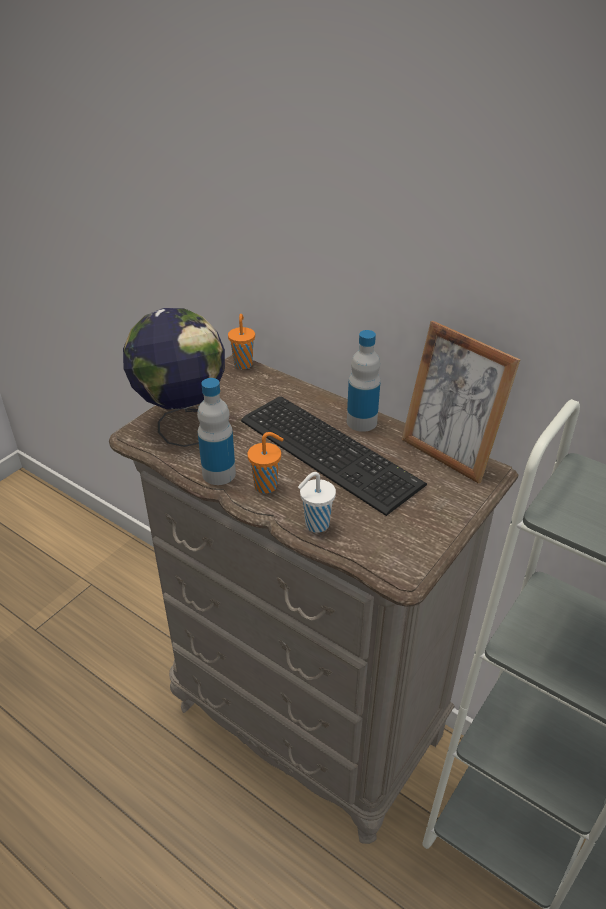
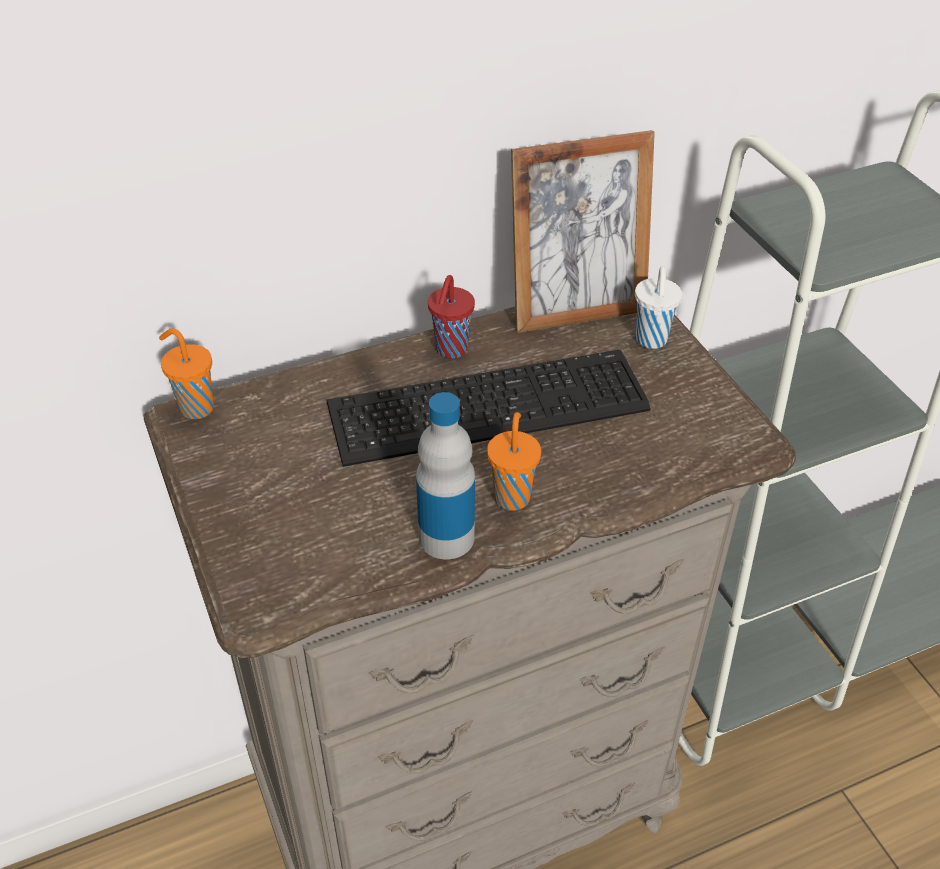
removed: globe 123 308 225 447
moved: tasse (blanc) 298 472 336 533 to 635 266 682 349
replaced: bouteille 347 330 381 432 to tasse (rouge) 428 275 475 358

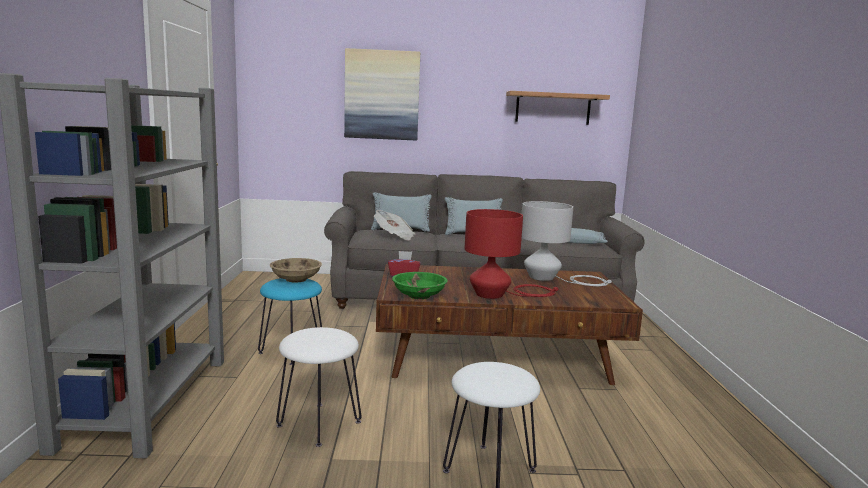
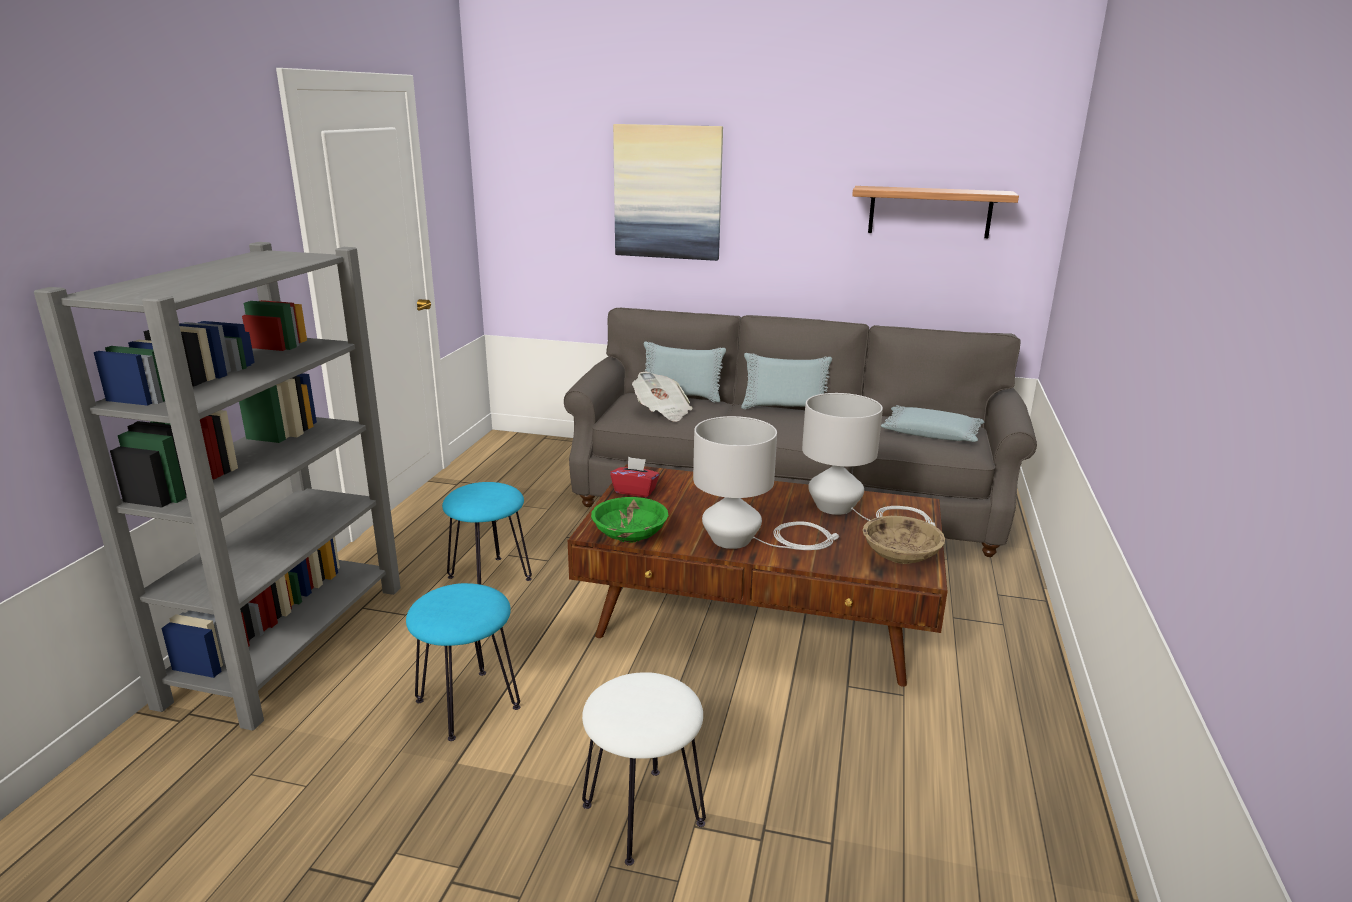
moved: bol (beige) 270 258 322 282 to 863 516 945 564
recoloured: lampe de table (rouge) 465 209 558 299 to lampe de table (blanc) 693 416 839 550; tabouret (blanc) 276 327 362 447 to tabouret (turquoise) 406 583 520 741

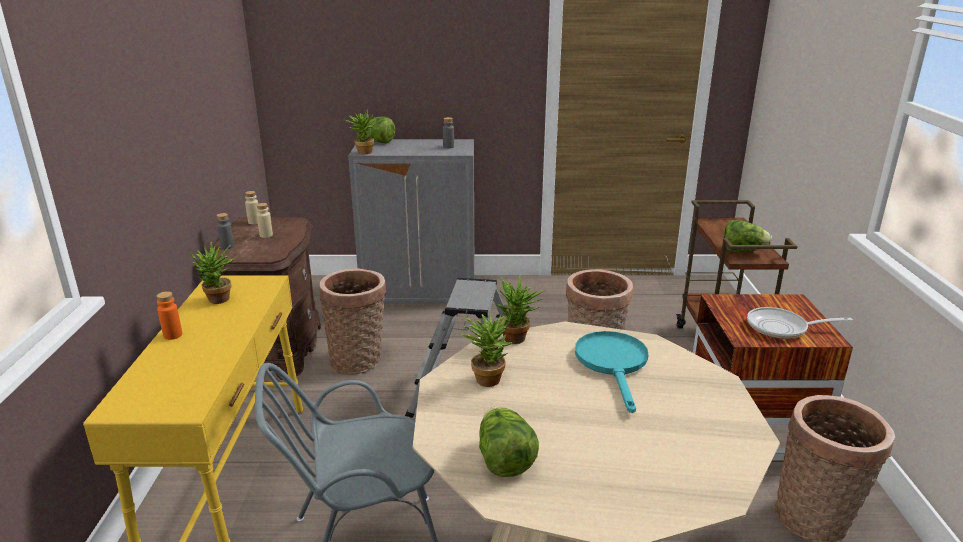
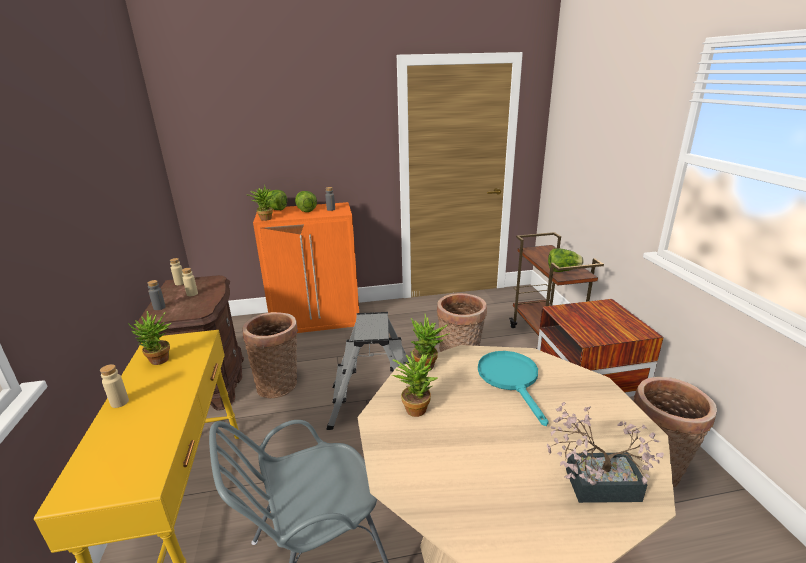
removed: poêle 747 307 853 339
added: plante en pot 547 402 664 503
moved: laitue 479 407 539 477 to 295 191 317 212
recoloured: meuble de rangement (gris) 348 139 475 304 to meuble de rangement (orange) 253 202 359 333; bouteille (orange) 156 291 182 340 to bouteille (beige) 100 364 129 408

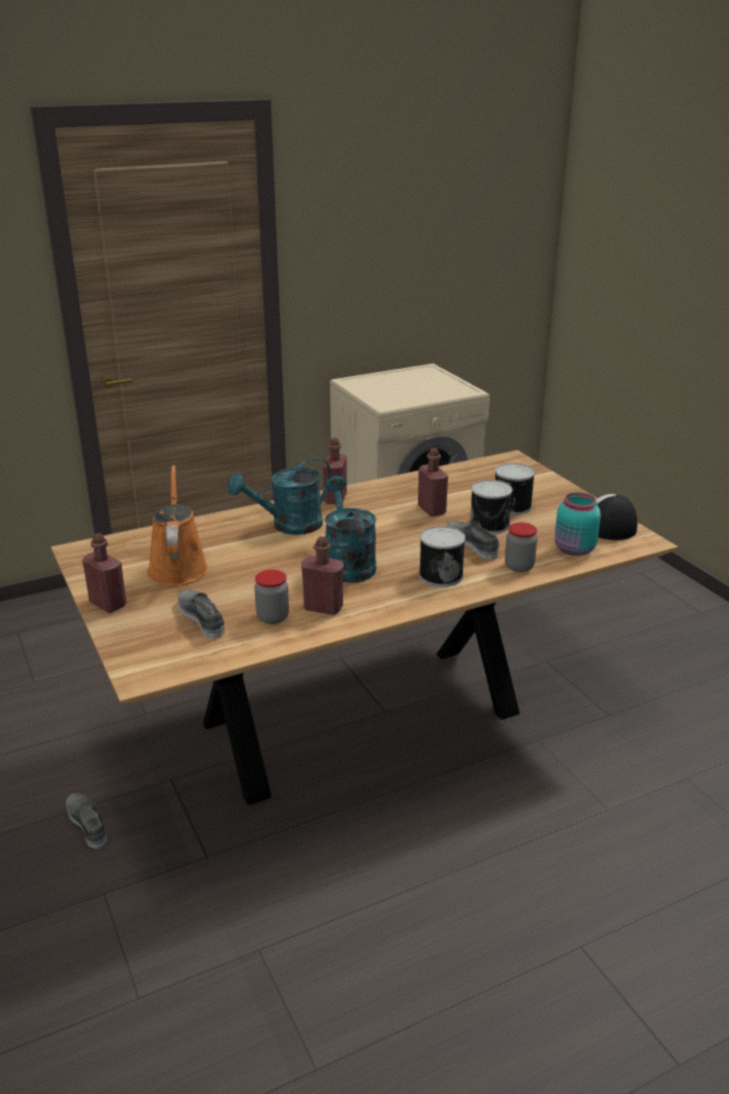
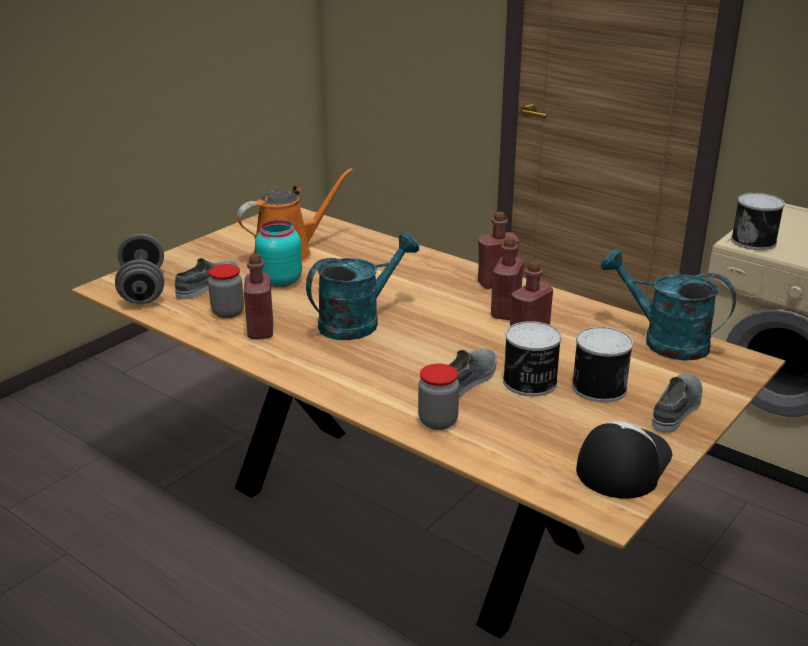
added: haltère (gris) 115 233 164 304
moved: arrosoir (turquoise) 228 457 331 535 to 600 248 736 361; bocal (turquoise) 555 492 601 556 to 255 220 302 288; boîte métallique 419 526 465 587 to 731 193 785 250; bouteille (rouge) 82 533 127 613 to 491 237 524 320; chaussure (gris) 66 793 107 849 to 652 373 703 433

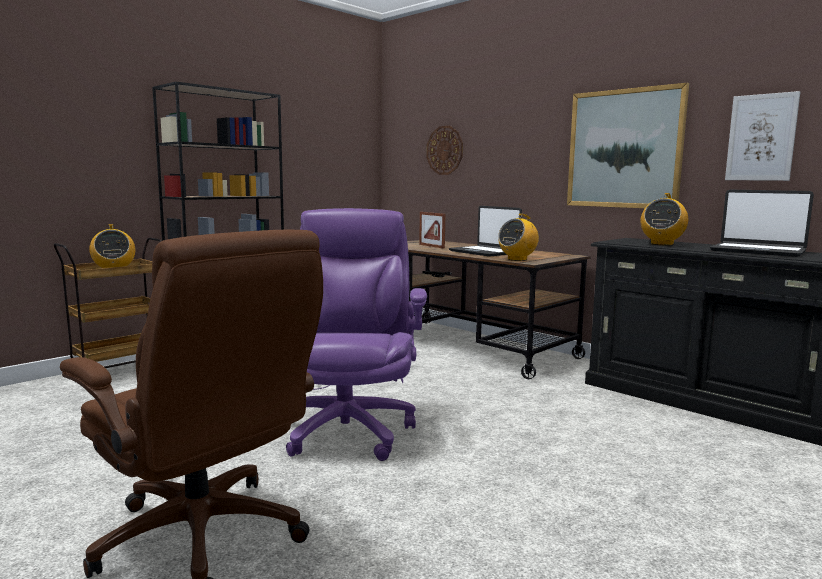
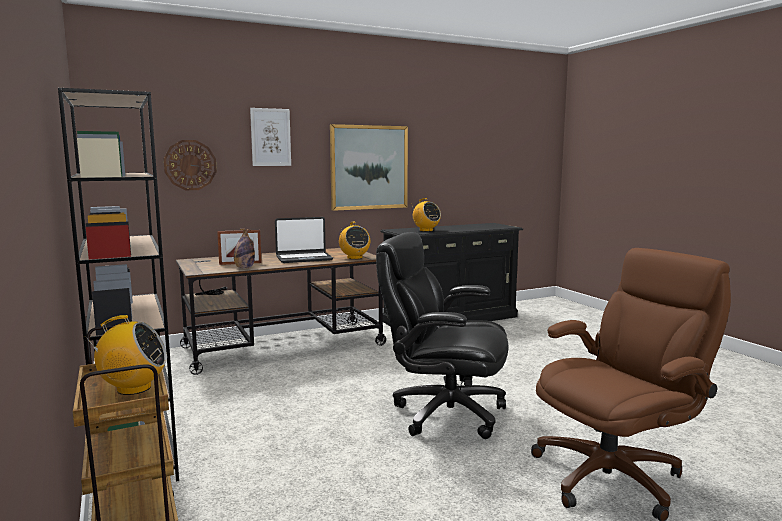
removed: ordinateur portable 710 190 814 257
added: bouteille 234 229 255 268
moved: tableau 725 91 801 181 to 250 108 291 166
recoloured: chaise de bureau (violet) 286 208 427 461 to chaise de bureau (noir) 376 232 509 439

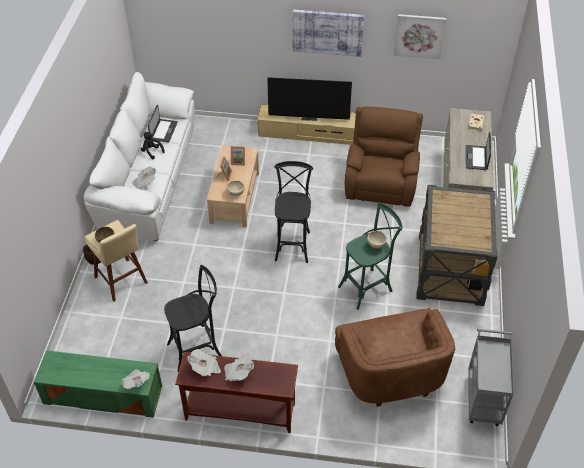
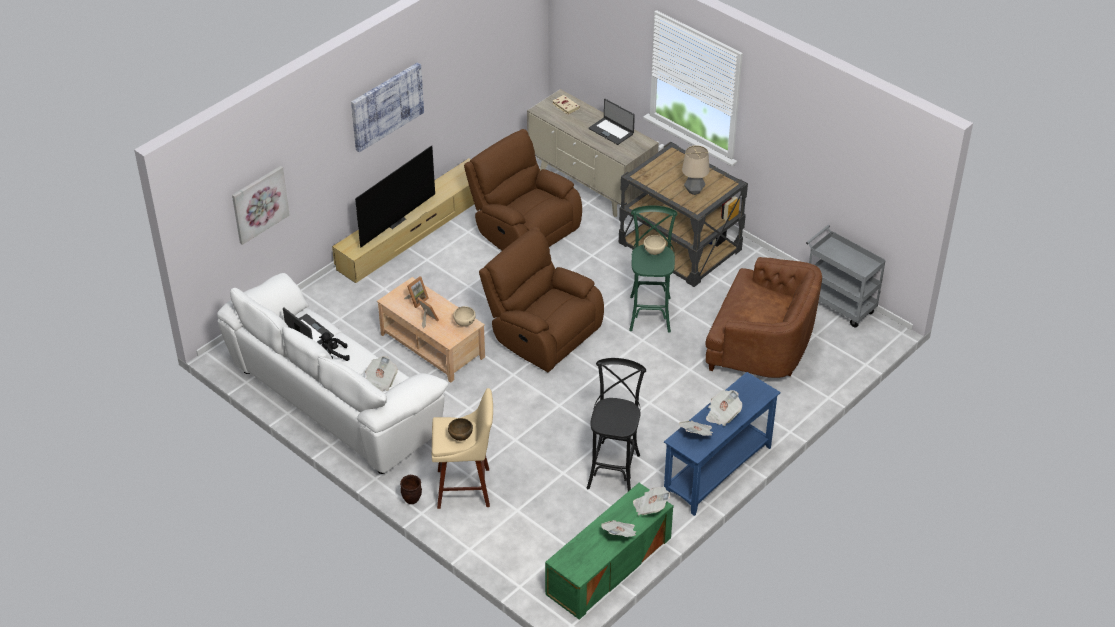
added: lampe de table 682 145 710 195; journal 601 520 636 537
moved: tableau 394 14 446 59 to 232 166 290 245
replaced: tabouret (noir) 274 161 313 263 to fauteuil (marron) 479 227 604 373
recoloured: table console (marron) 175 352 298 433 to table console (bleu) 664 372 781 516

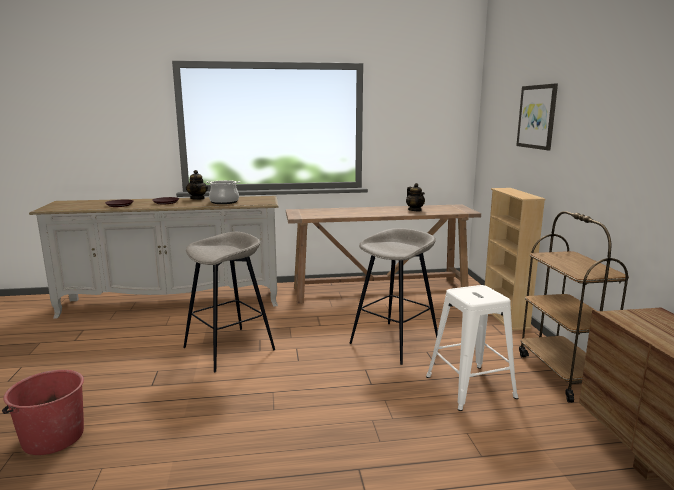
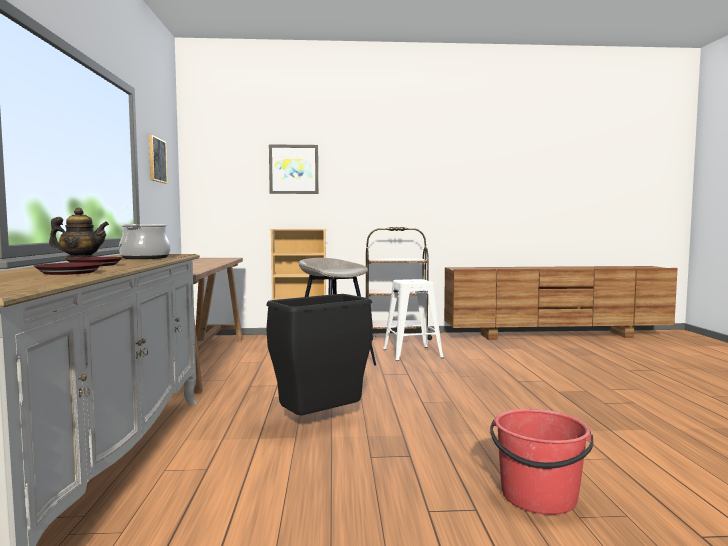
removed: théière 406 183 425 211
added: tableau 149 135 168 183
replaced: tabouret (gris) 183 232 275 372 to poubelle (noir) 266 294 373 415

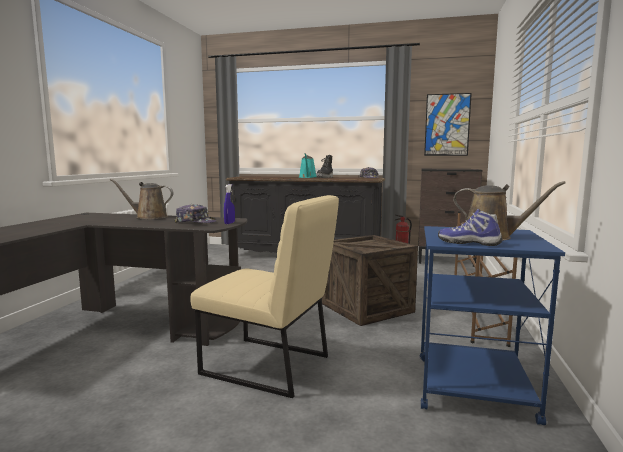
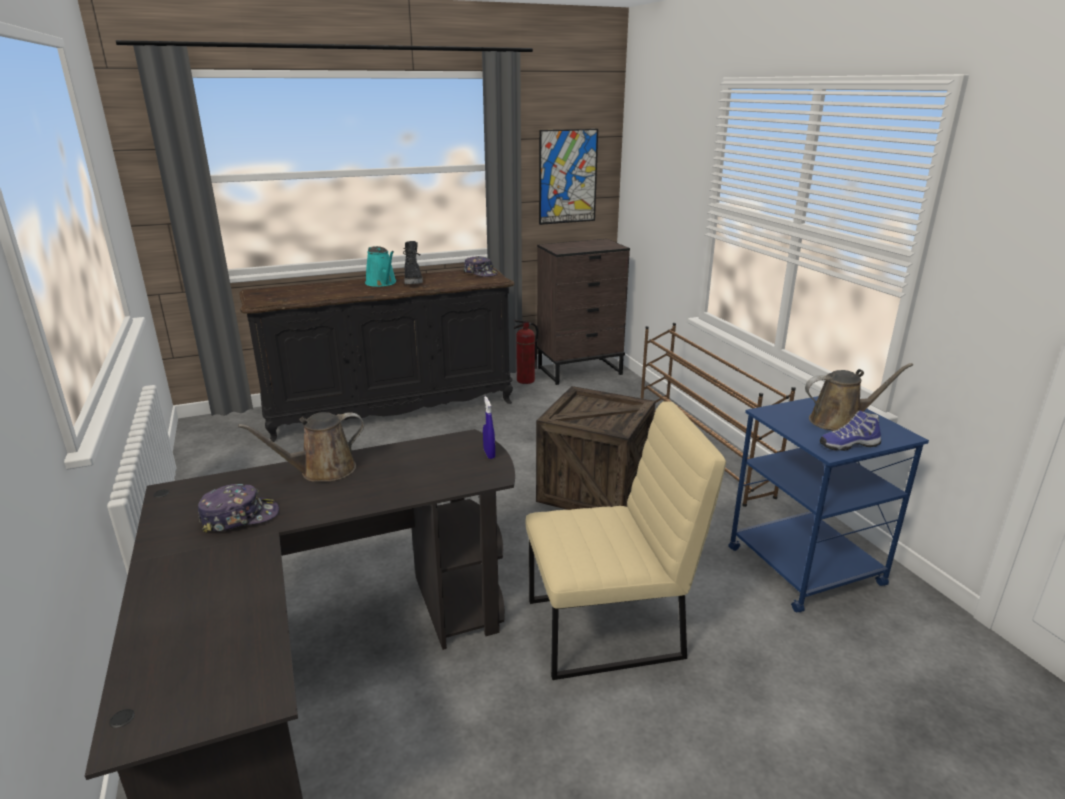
moved: casquette 175 204 217 223 to 198 484 279 533

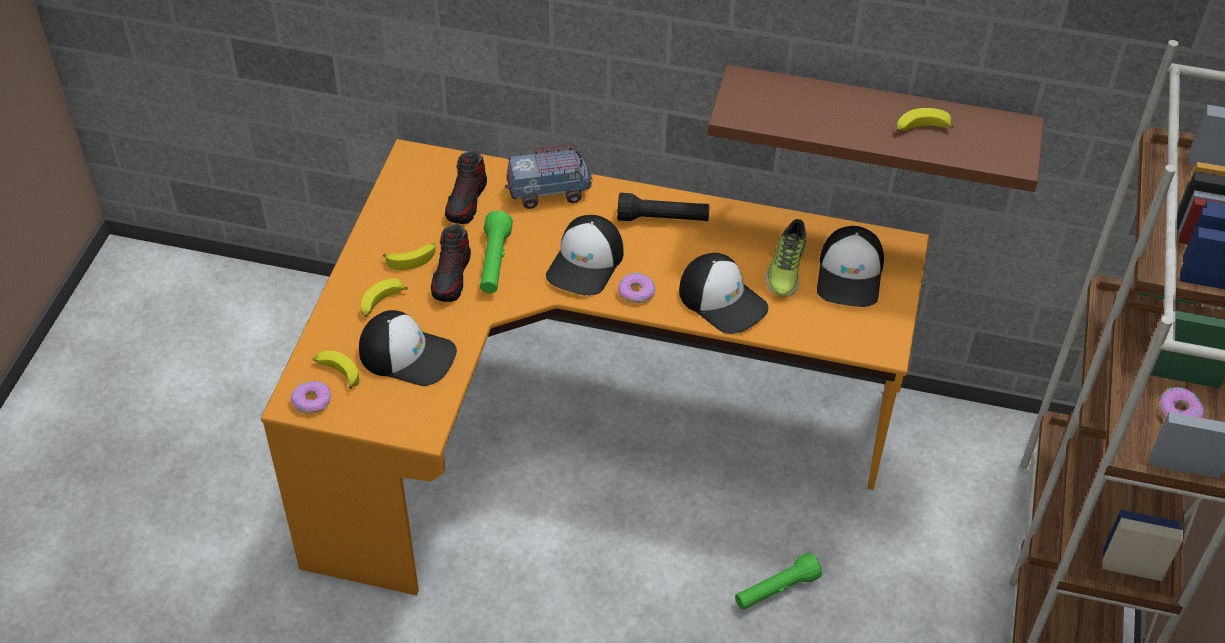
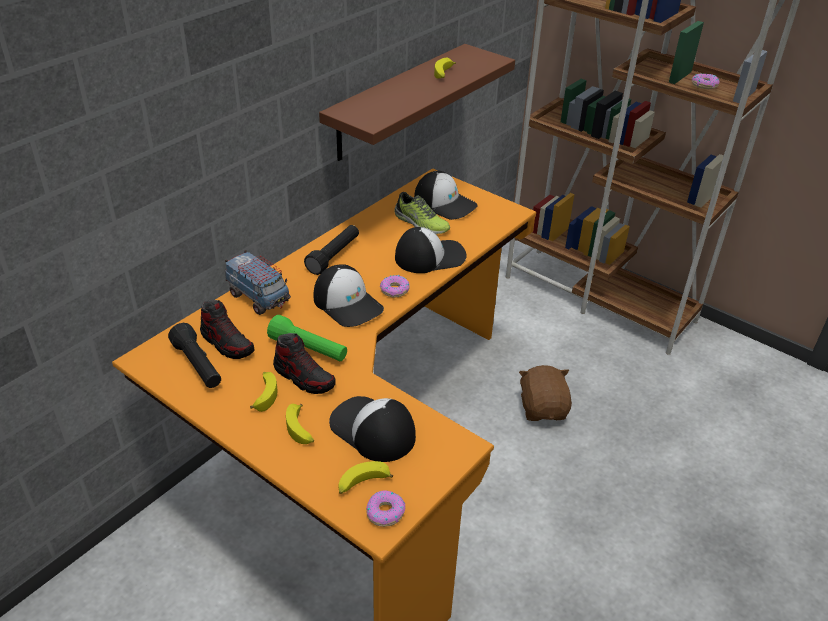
added: lampe de poche (noir) 168 323 221 388
replaced: lampe de poche (vert) 735 553 822 610 to peluche (marron) 519 365 572 421
turned: camion jouet 505 144 592 209 = 225 250 291 315 120 degrees clockwise; casquette 359 310 457 386 = 329 396 416 462 90 degrees counterclockwise

